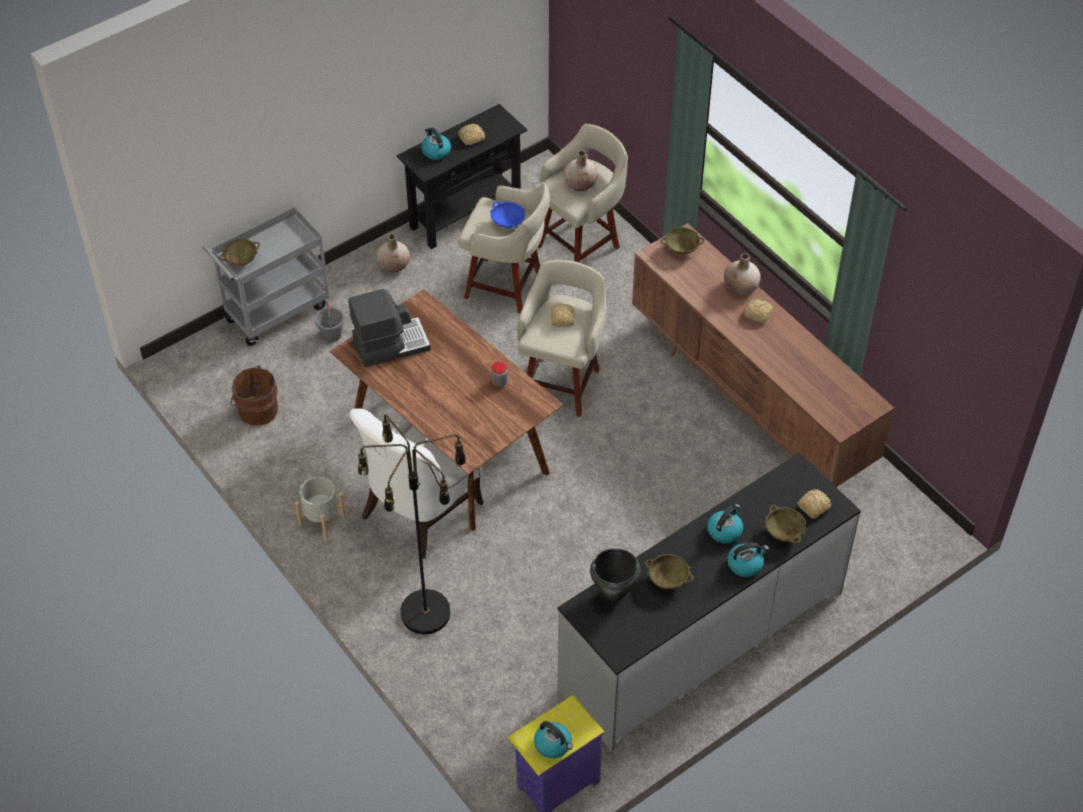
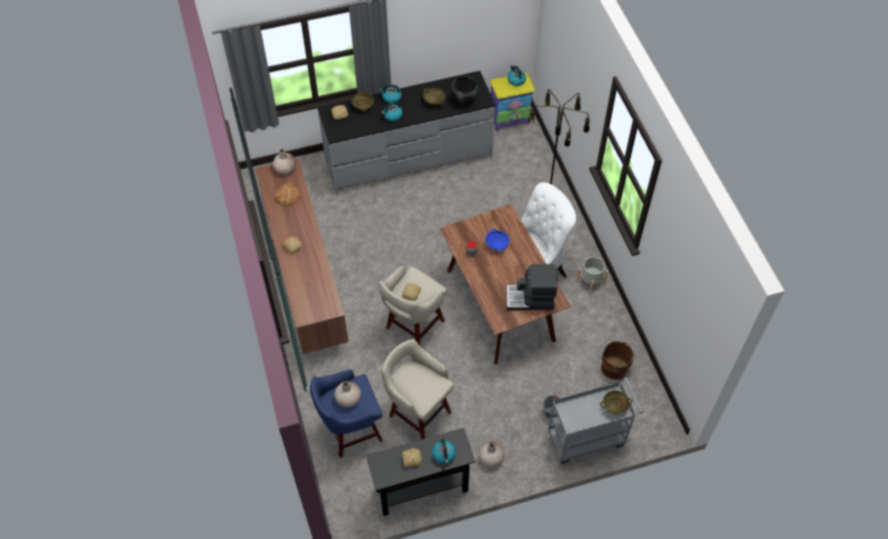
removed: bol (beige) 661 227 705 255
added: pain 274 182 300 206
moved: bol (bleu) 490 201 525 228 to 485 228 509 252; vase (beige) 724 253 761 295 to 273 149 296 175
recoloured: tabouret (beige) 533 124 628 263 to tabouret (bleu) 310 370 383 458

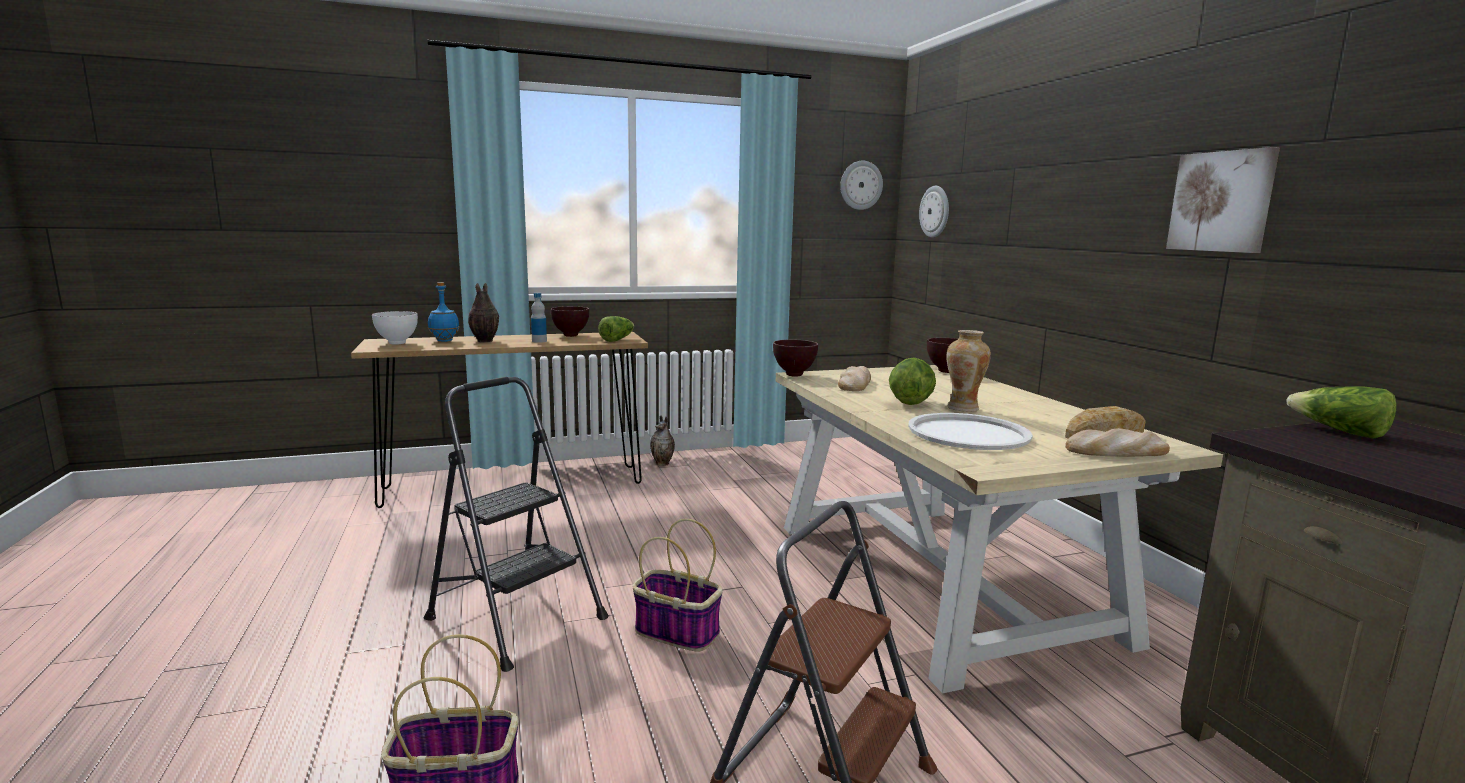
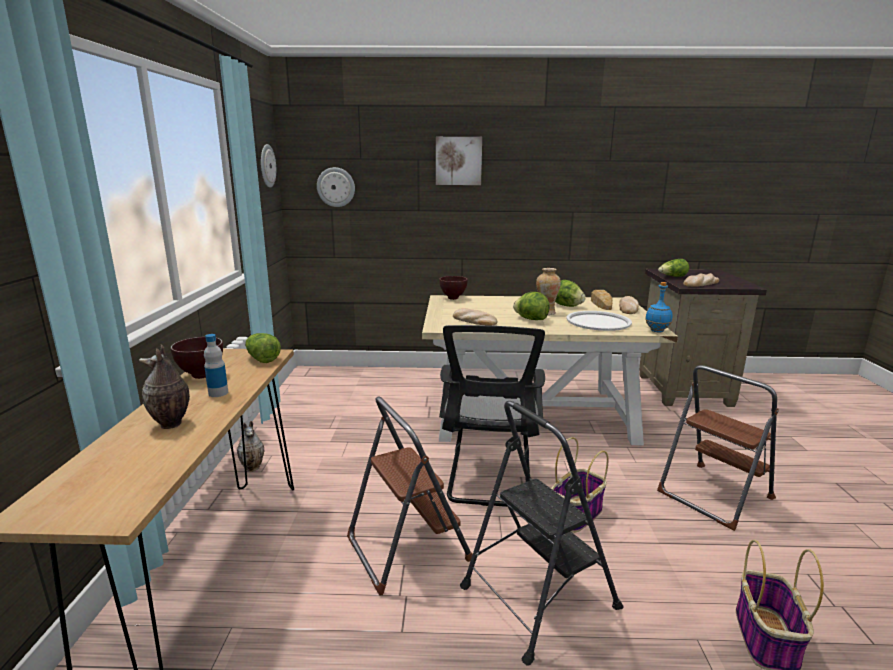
removed: bol (blanc) 372 311 418 345; bol (marron) 773 340 818 377
added: pain 683 273 719 287; laitue 555 280 586 307; chaise 439 325 545 507; escabeau (marron) 347 397 473 596
moved: tableau 1166 147 1280 253 to 436 137 482 185; bouteille (bleu) 428 282 460 342 to 645 282 672 332

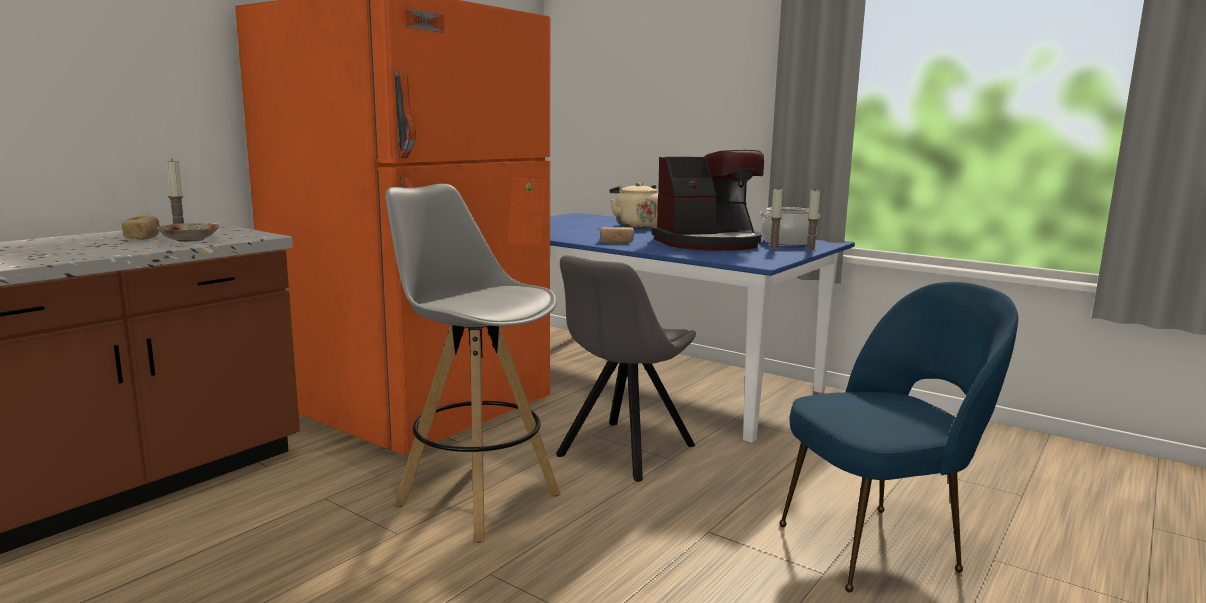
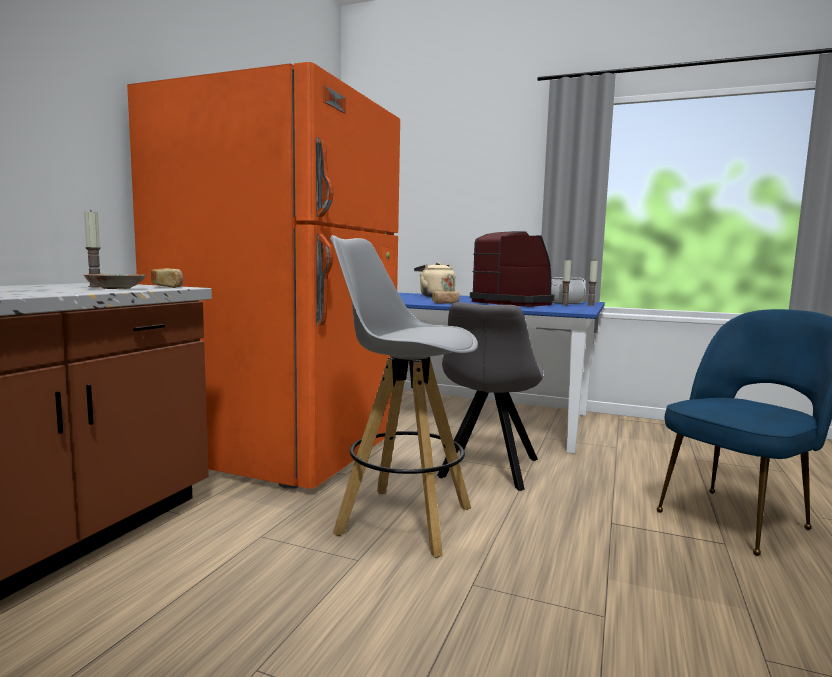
moved: pain 122 215 160 240 to 151 268 183 288
turned: machine à café 651 150 764 251 = 470 231 554 307 105 degrees counterclockwise

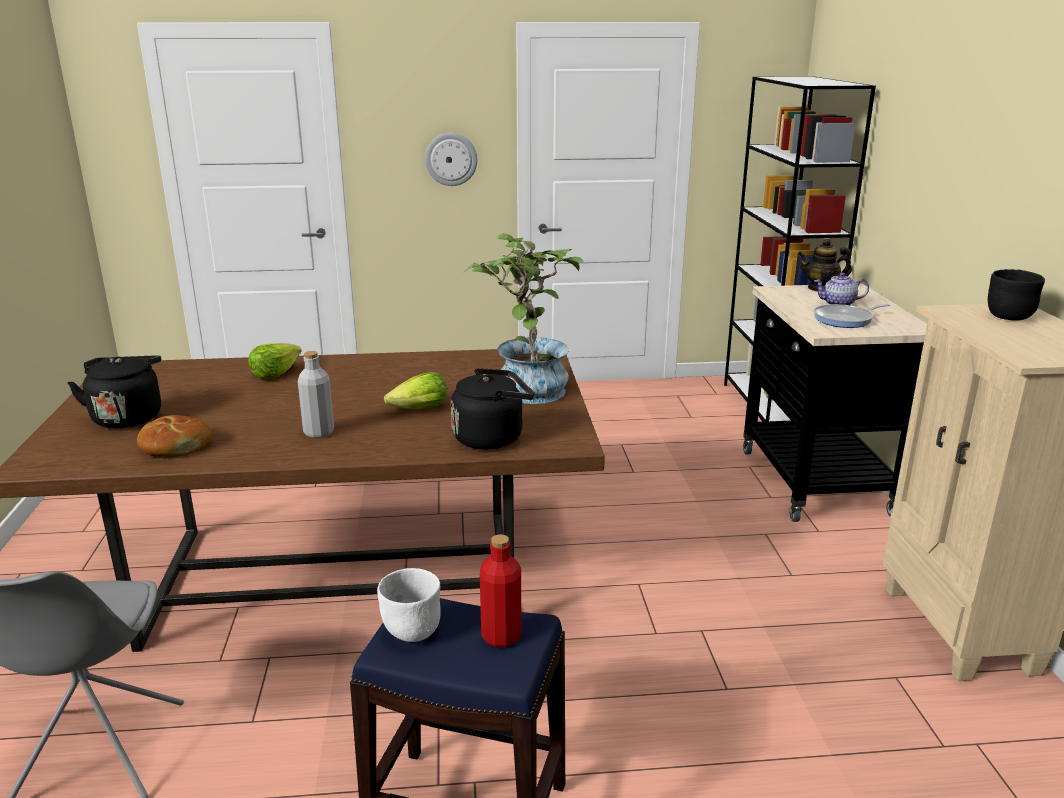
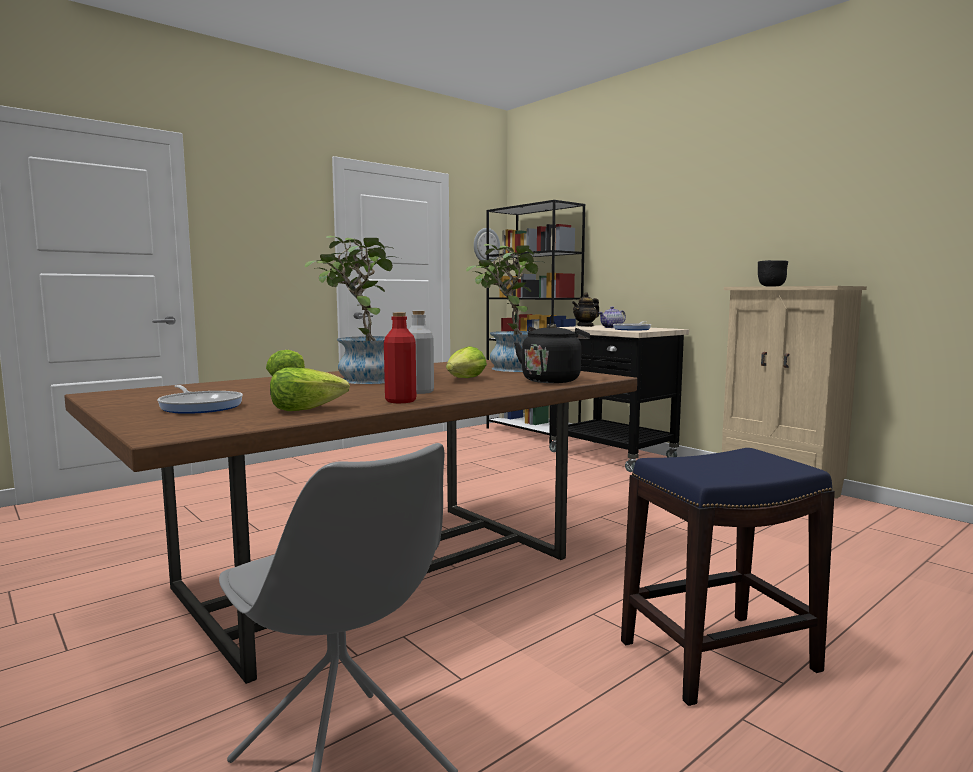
removed: bol (blanc) 377 568 441 642
added: plante en pot 305 235 399 384
moved: horloge murale 425 133 478 186 to 474 228 500 262; bouteille (rouge) 480 534 522 647 to 384 312 416 403
replaced: bouilloire (noir) 68 355 161 428 to poêle 157 385 243 414; pain 137 415 212 457 to laitue 270 367 350 411

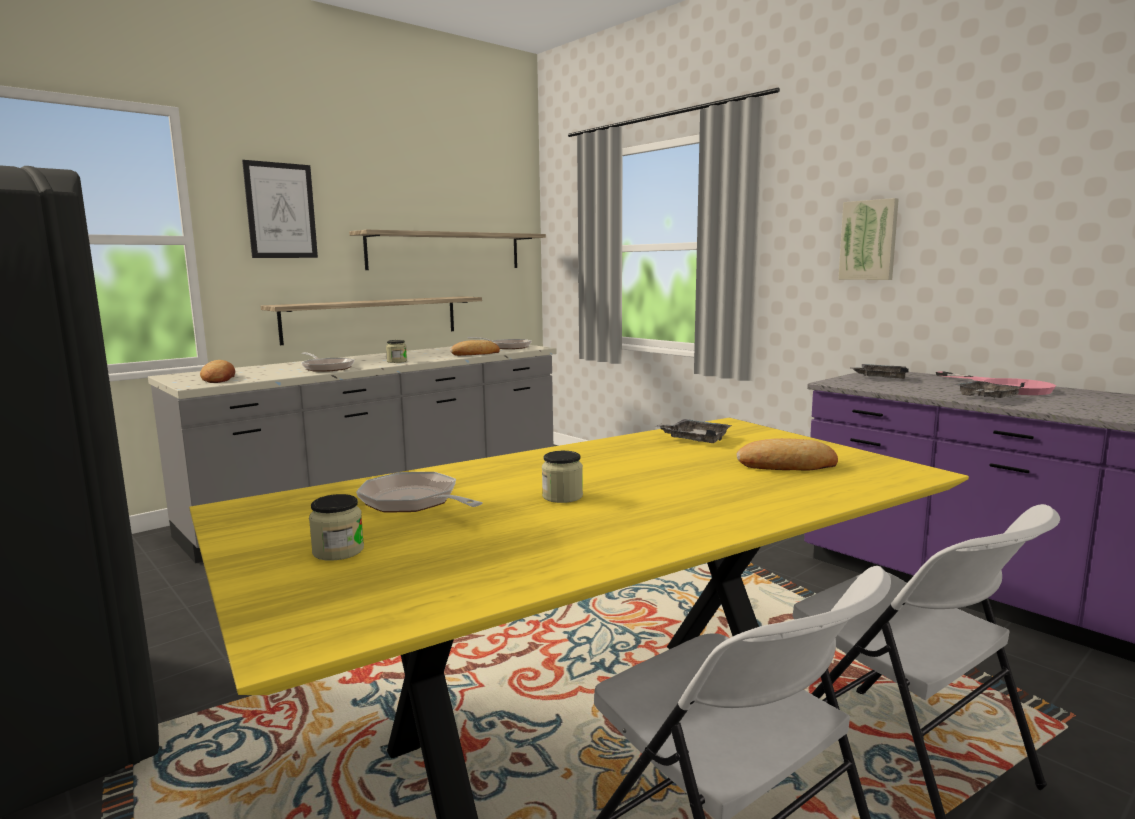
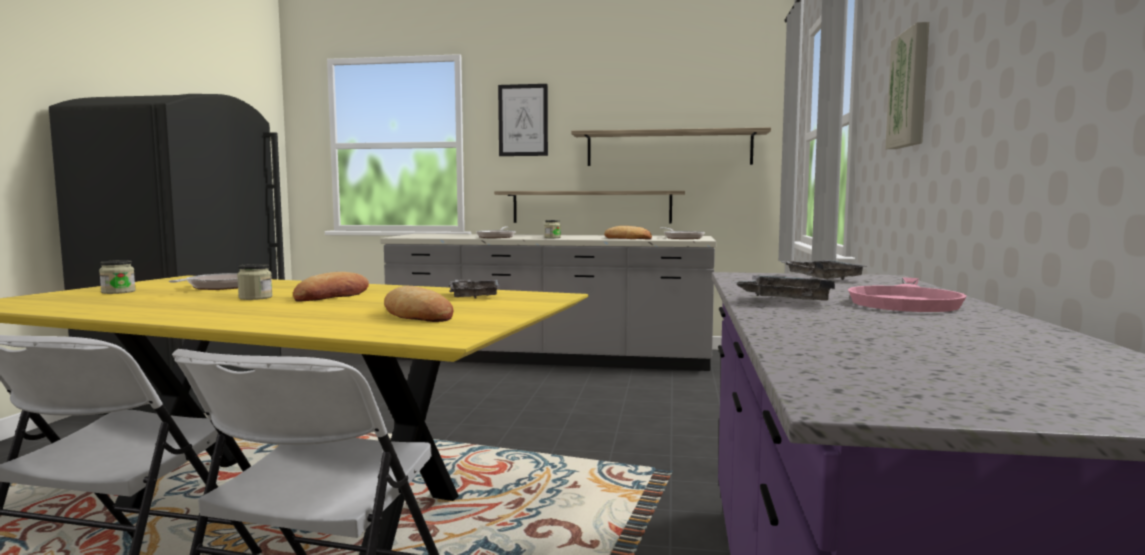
moved: pain 200 360 235 383 to 293 272 369 302

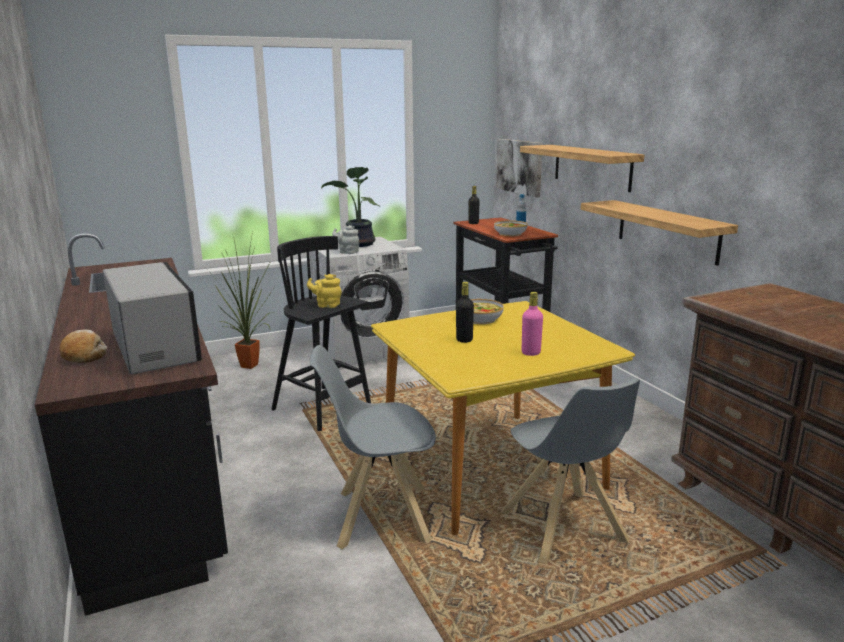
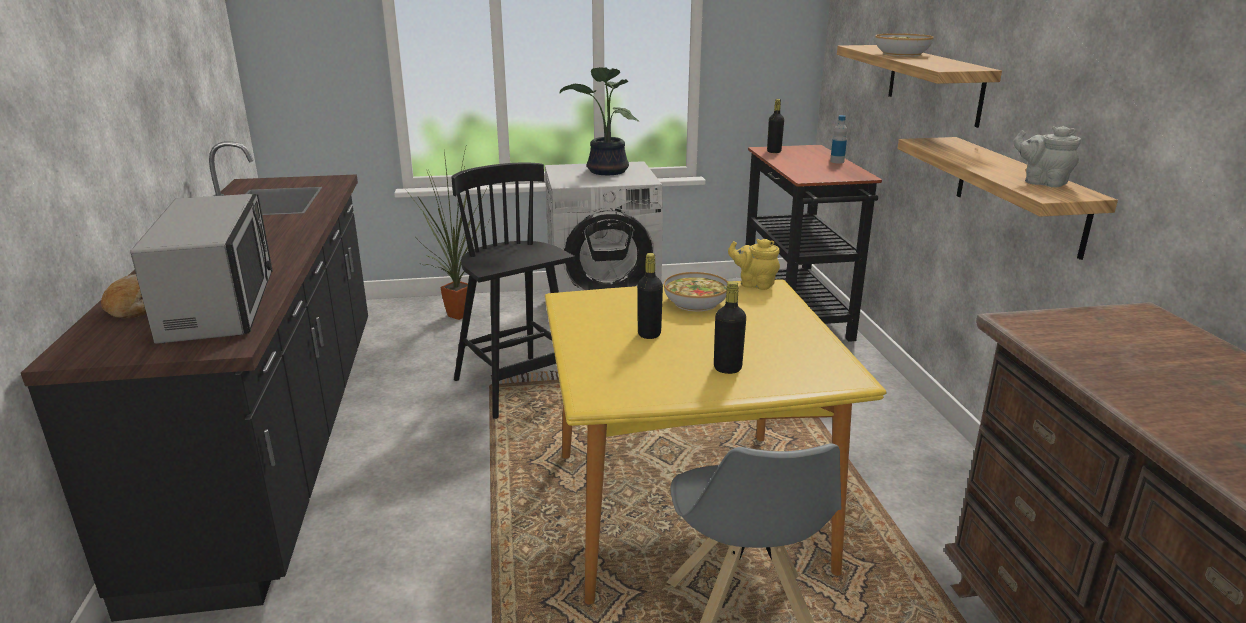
removed: tableau 496 139 543 198; chaise (gris) 310 345 436 549
moved: bol 494 220 528 236 to 875 33 934 57; théière (gris) 332 225 359 254 to 1013 126 1081 187; théière (jaune) 307 274 342 308 to 728 239 780 290
recoloured: bouteille (rose) 522 292 543 356 to bouteille (noir) 714 281 746 374

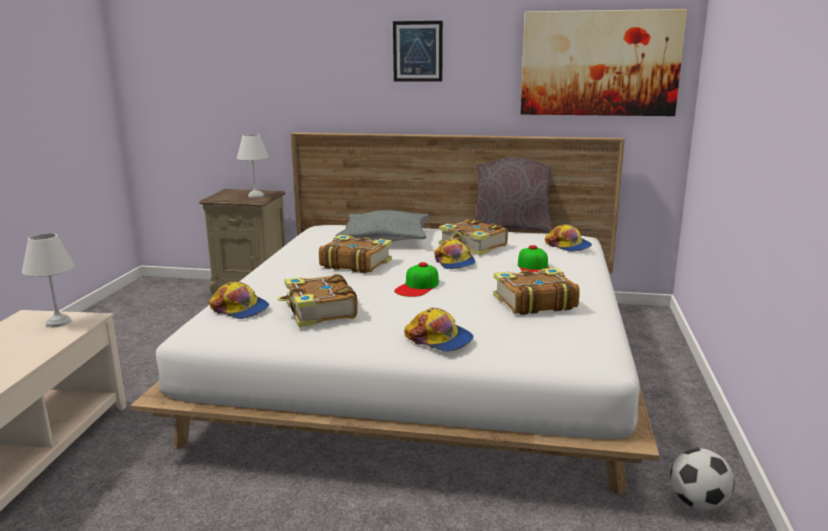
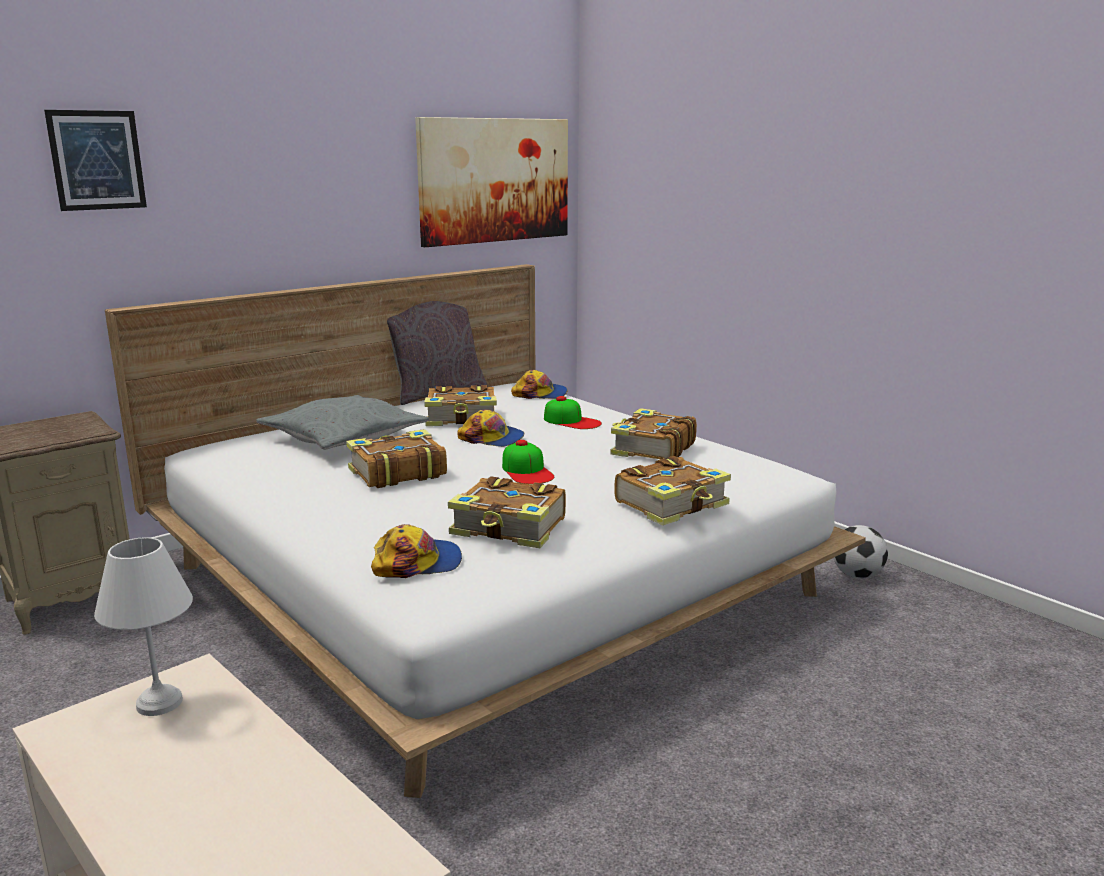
removed: lampe de table (blanc) 237 134 269 198
moved: tableau 393 21 443 82 to 44 110 147 211
replaced: casquette 404 308 474 352 to livre 614 456 731 525

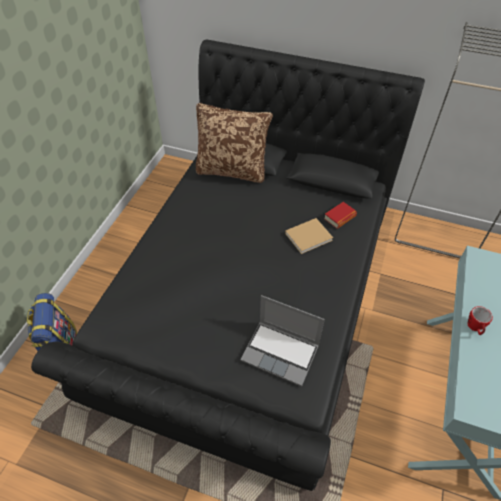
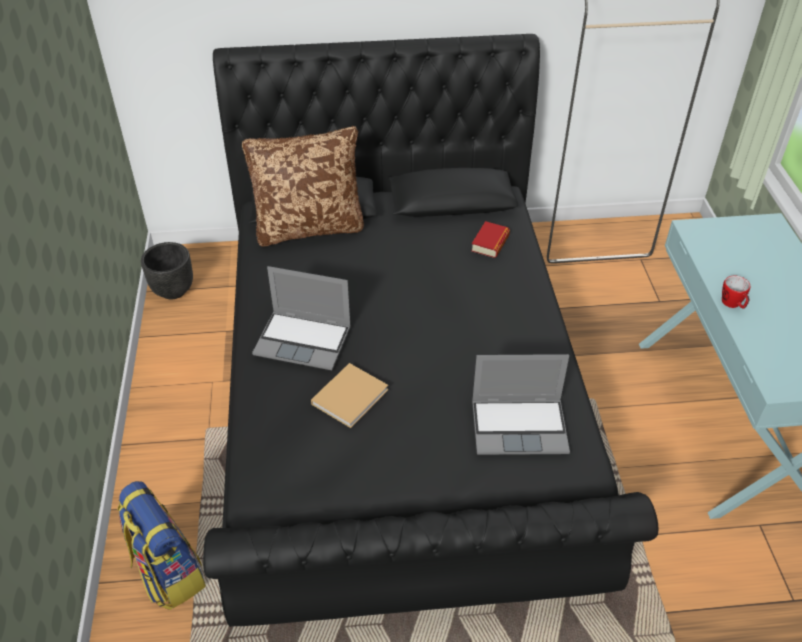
added: cache-pot (noir) 141 242 193 299; ordinateur portable 252 266 351 370
moved: livre (beige) 285 218 333 254 to 311 363 389 428

